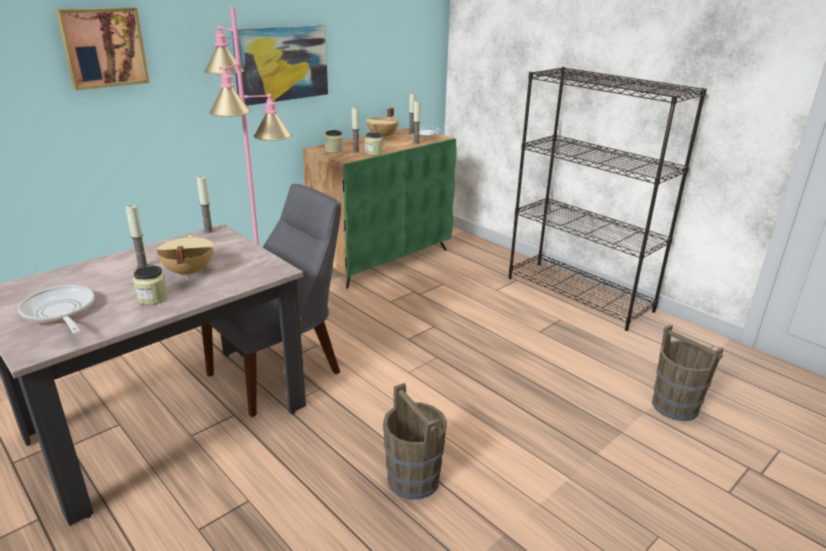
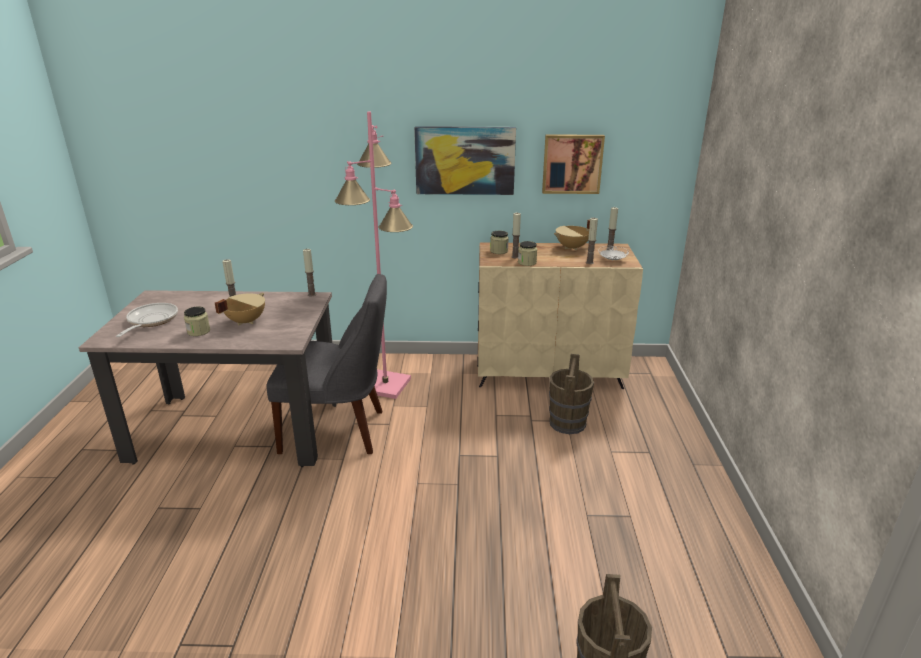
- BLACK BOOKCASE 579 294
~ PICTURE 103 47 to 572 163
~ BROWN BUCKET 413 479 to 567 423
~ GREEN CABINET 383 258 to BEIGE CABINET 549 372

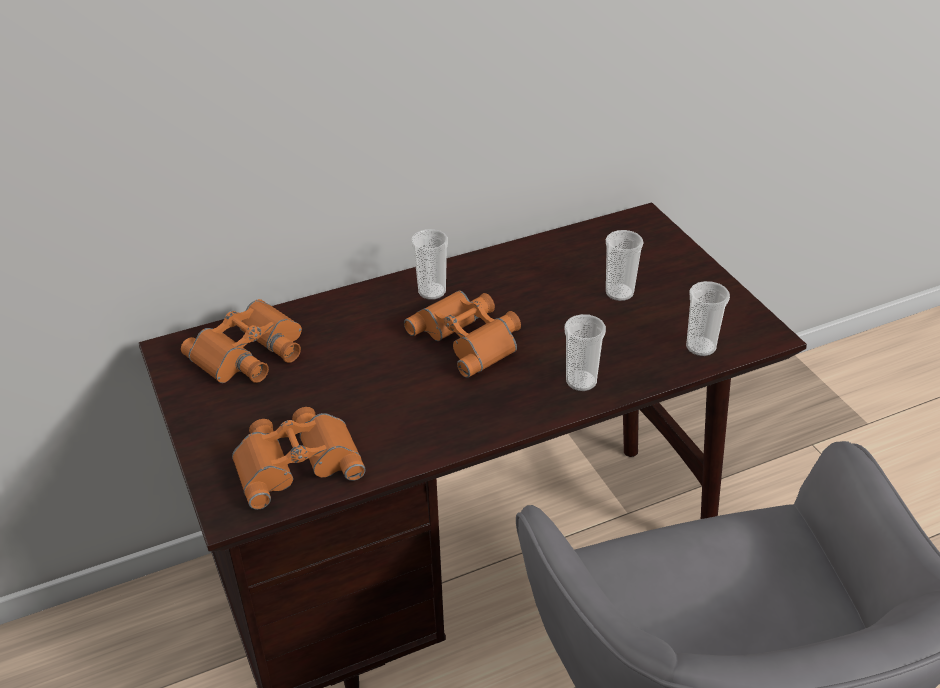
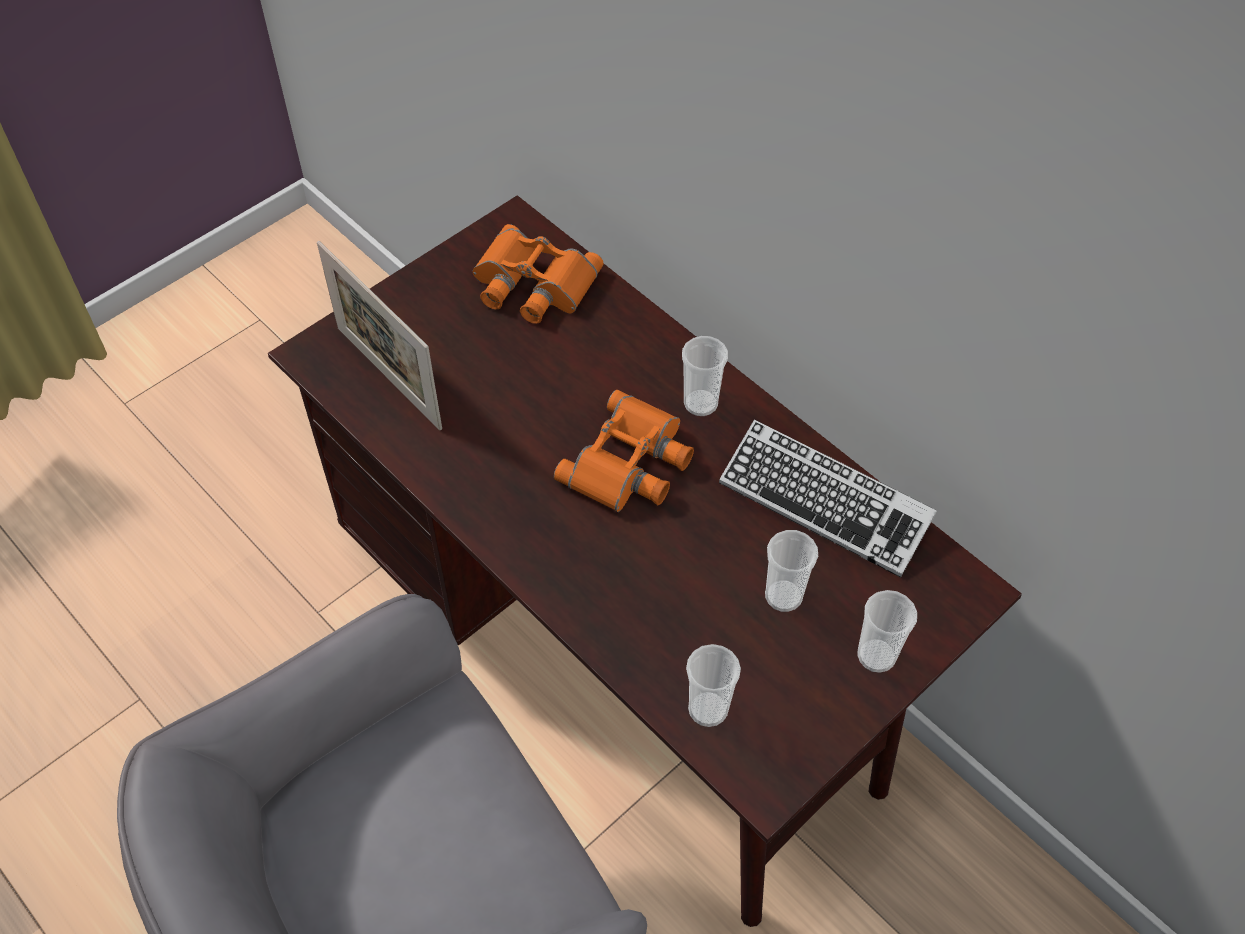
+ KEYBOARD 824 504
~ CUP 581 381 to 876 656
~ ORANGE BINOCULARS 296 461 to PICTURE FRAME 388 377

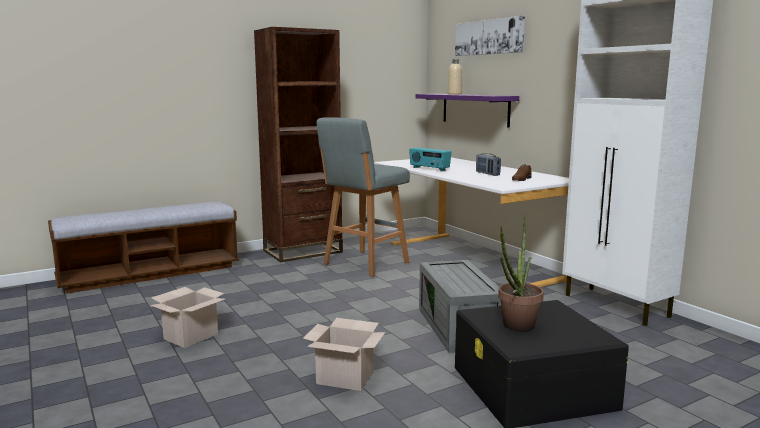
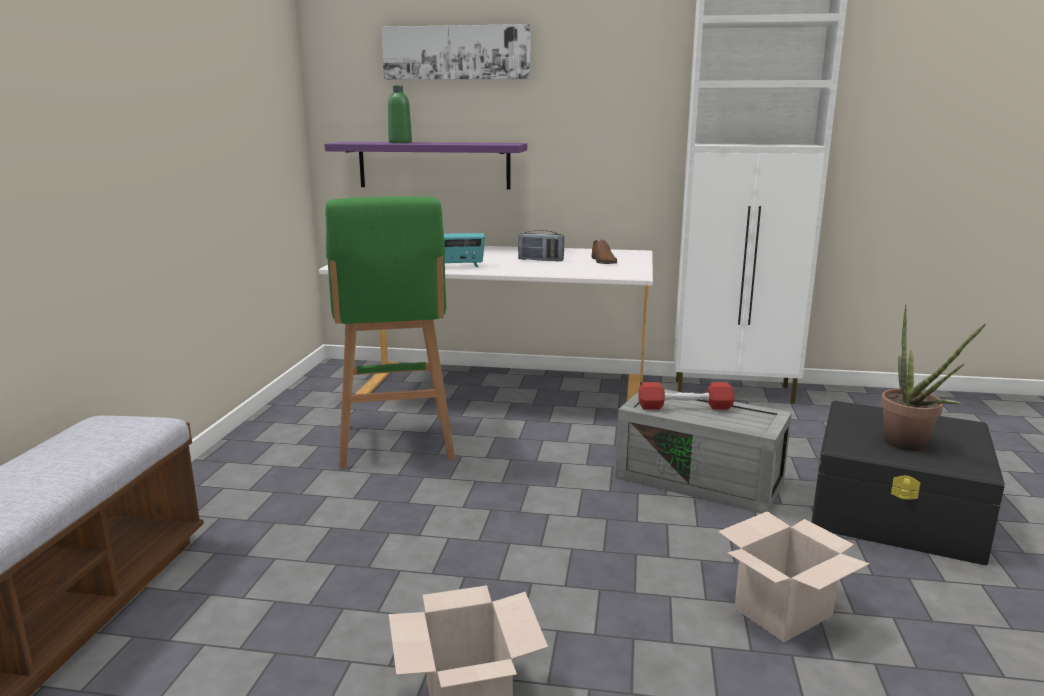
- BROWN BOOKCASE 303 251
+ RED DUMBBELL 685 407
~ GREY STOOL 364 264 to GREEN STOOL 396 444
~ BEIGE BOTTLE 454 94 to GREEN BOTTLE 400 142

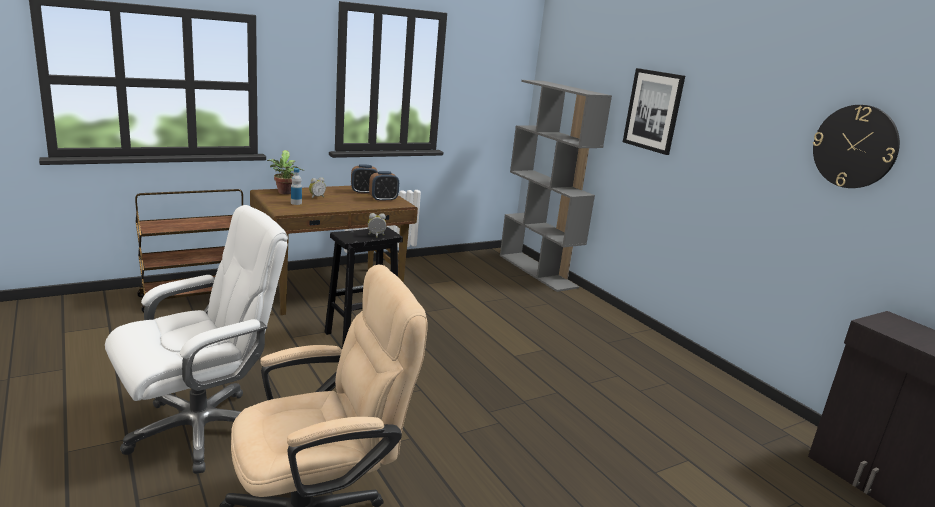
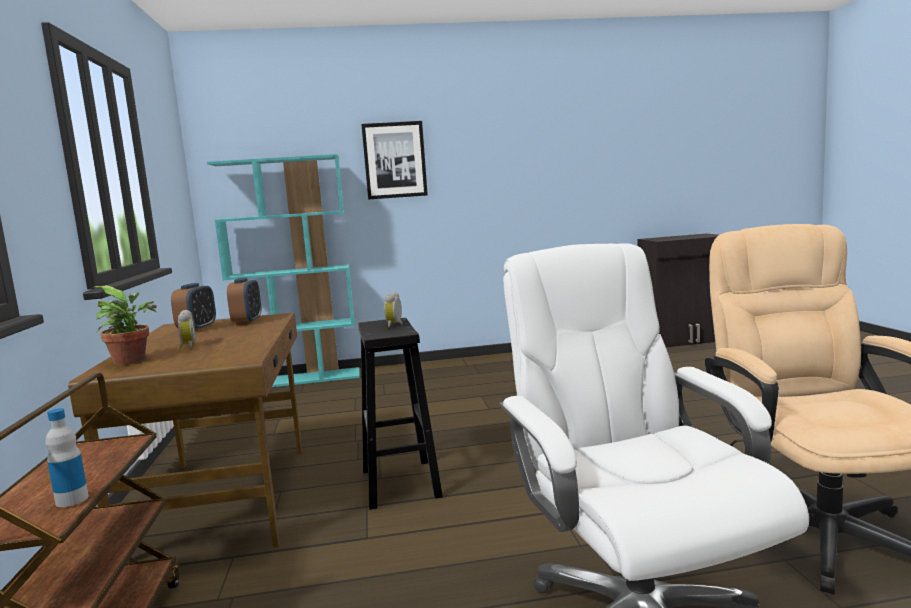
- WALL CLOCK 855 146
~ BOTTLE 296 203 to 72 500
~ GREY BOOKCASE 538 271 to TURQUOISE BOOKCASE 301 379

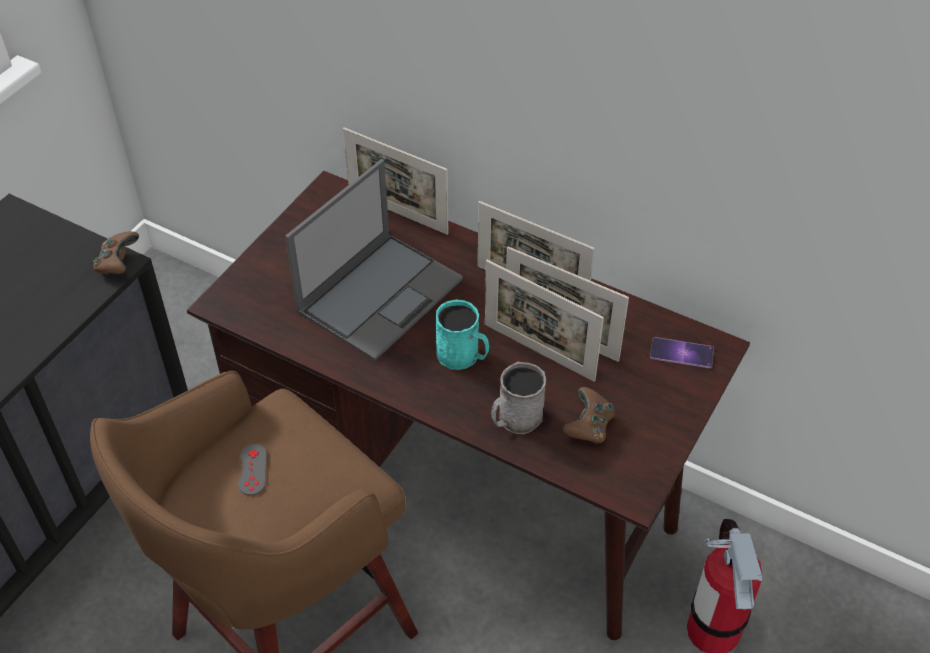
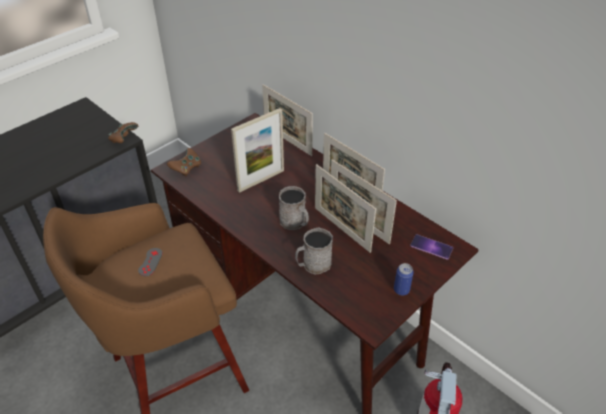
+ CAN 401 290
~ BROWN GAME CONTROLLER 588 427 to 186 168
~ LAPTOP 381 294 to PICTURE FRAME 261 180
~ TURQUOISE MUG 463 356 to GREY MUG 295 223

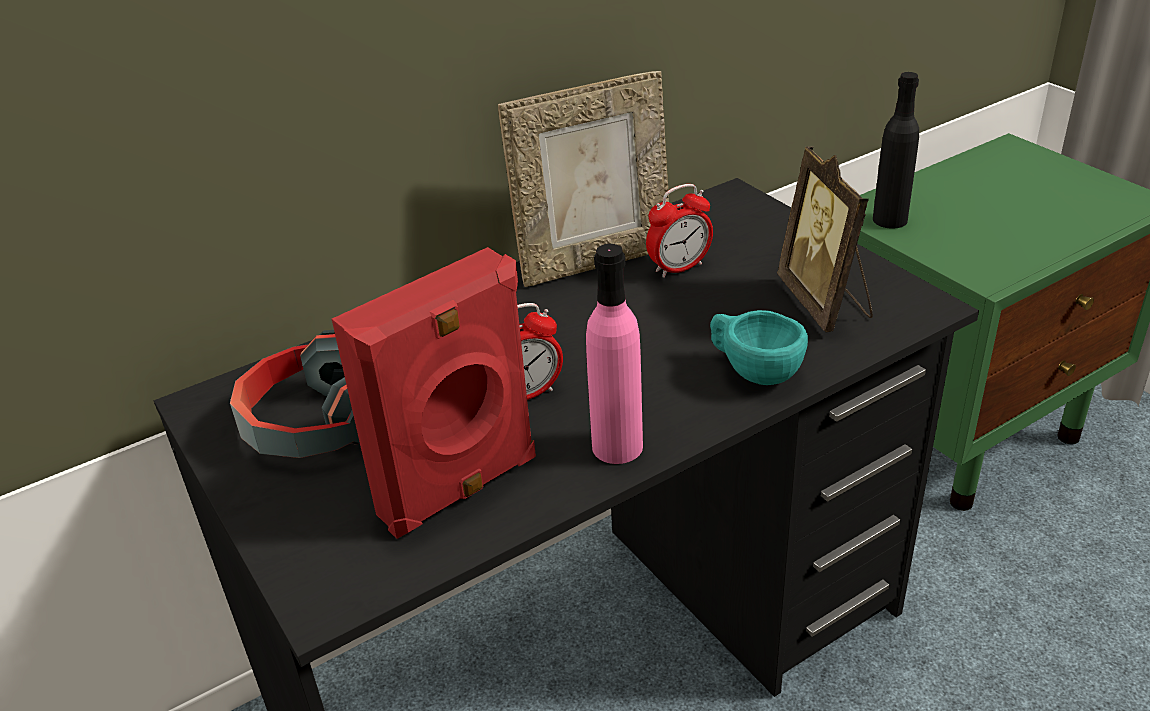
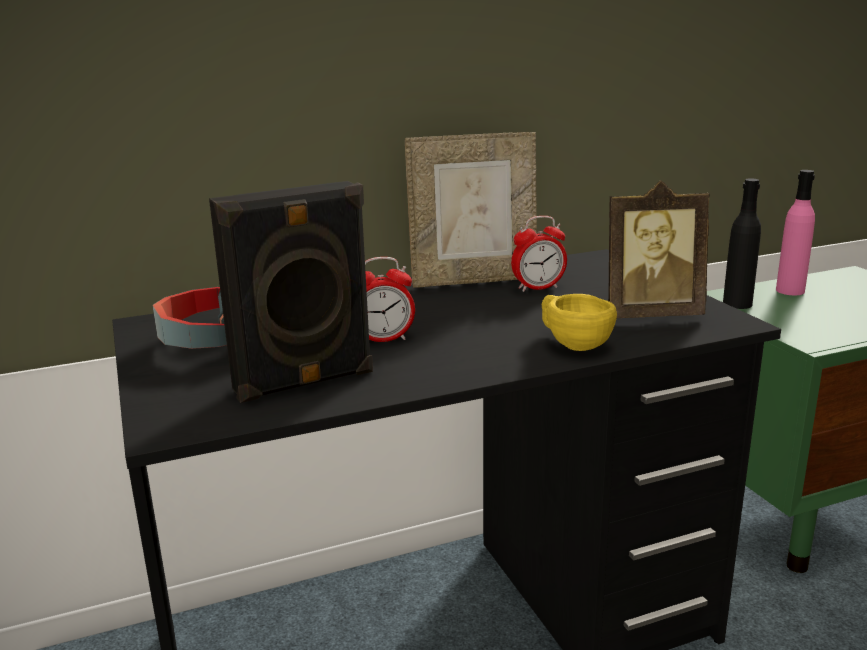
~ PINK BOTTLE 617 447 to 790 291
~ RED SPEAKER 461 489 to BLACK SPEAKER 305 382
~ TURQUOISE CUP 753 370 to YELLOW CUP 572 343
~ PICTURE FRAME 825 303 = 649 314 90 degrees counterclockwise

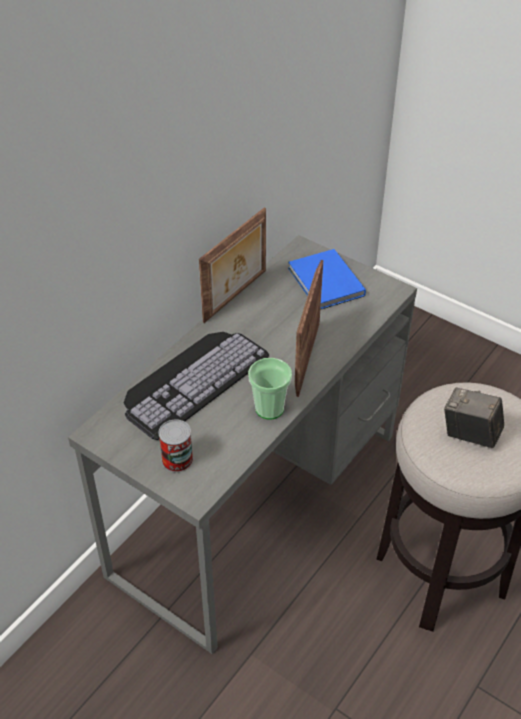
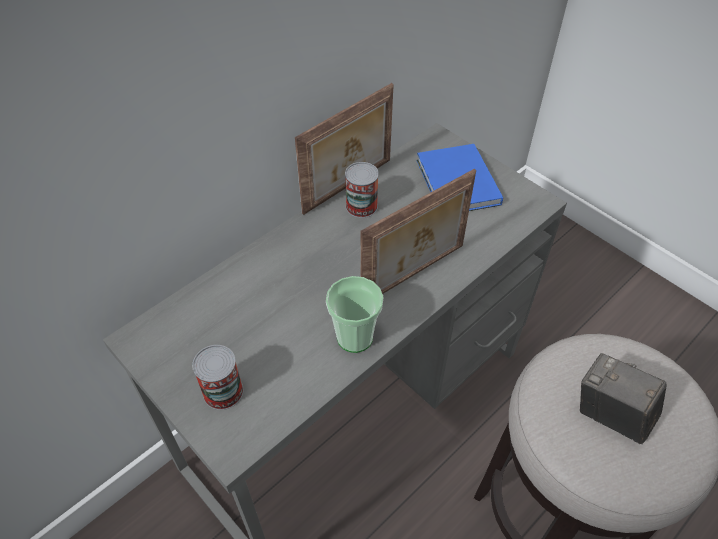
- KEYBOARD 192 379
+ CAN 361 206
~ PICTURE FRAME 306 358 = 414 275 150 degrees counterclockwise

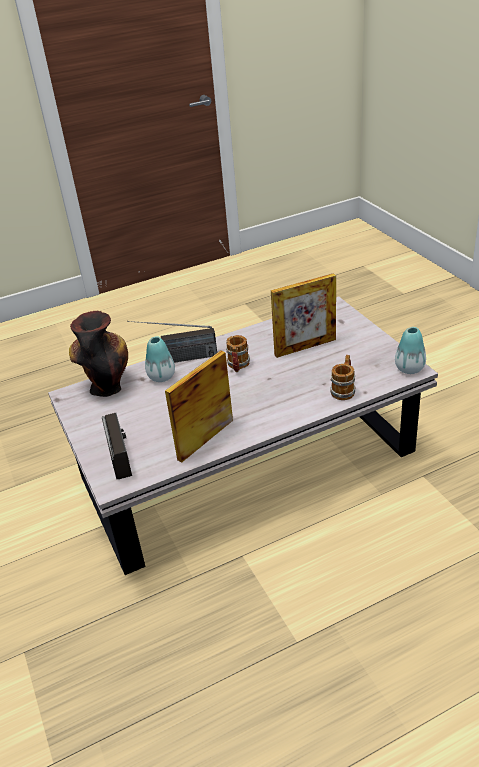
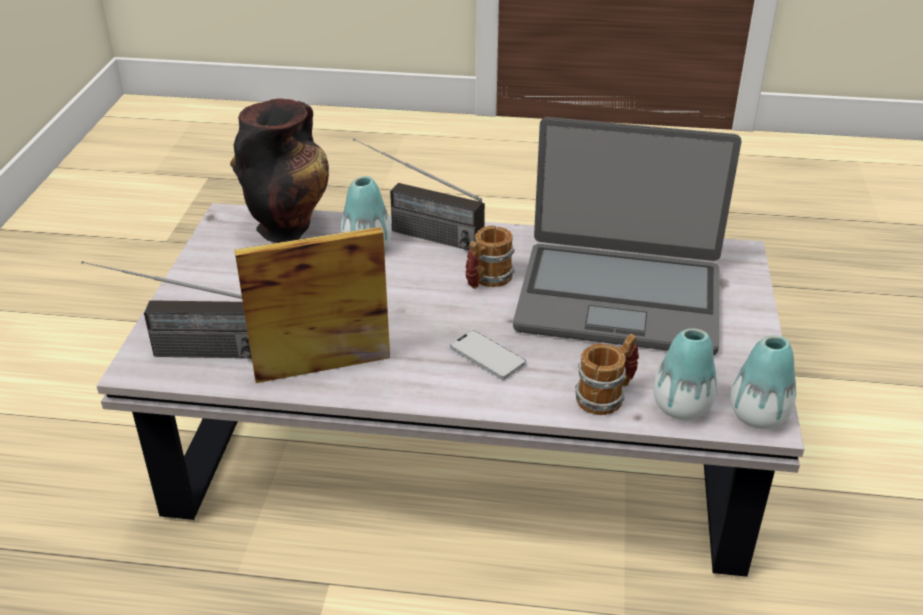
+ PHONE 487 356
+ VASE 681 407
~ PICTURE FRAME 305 347 to LAPTOP 619 298
~ RADIO 124 468 = 180 351 75 degrees clockwise

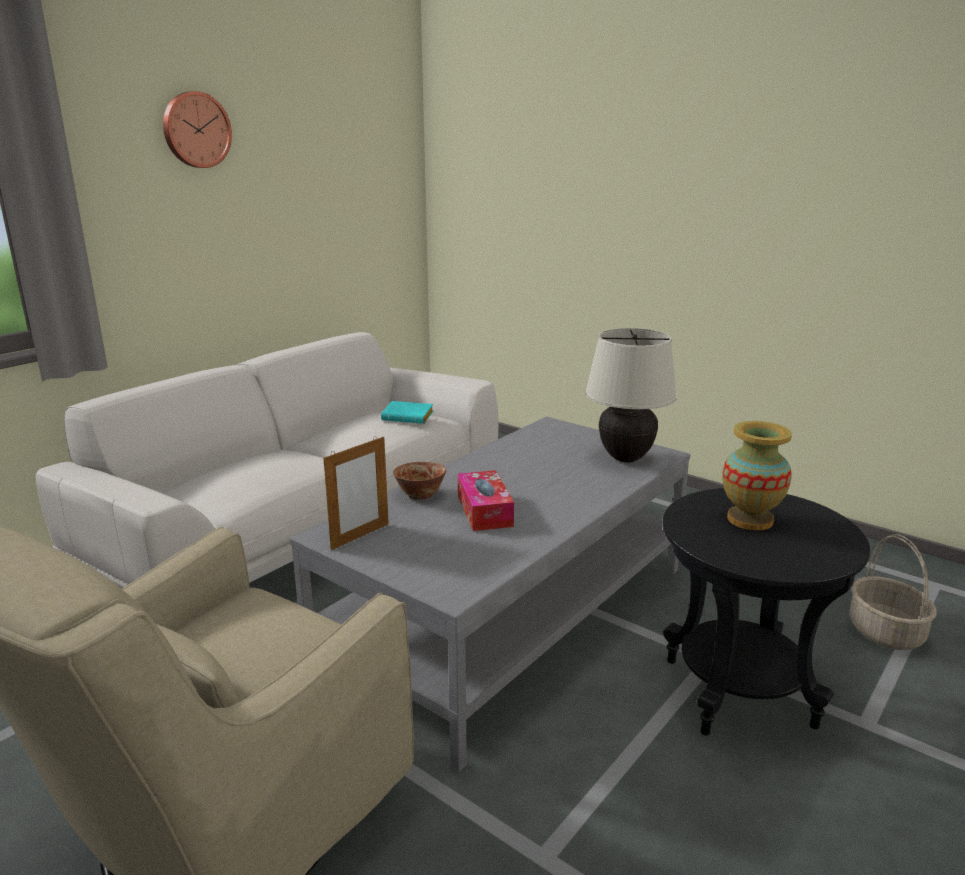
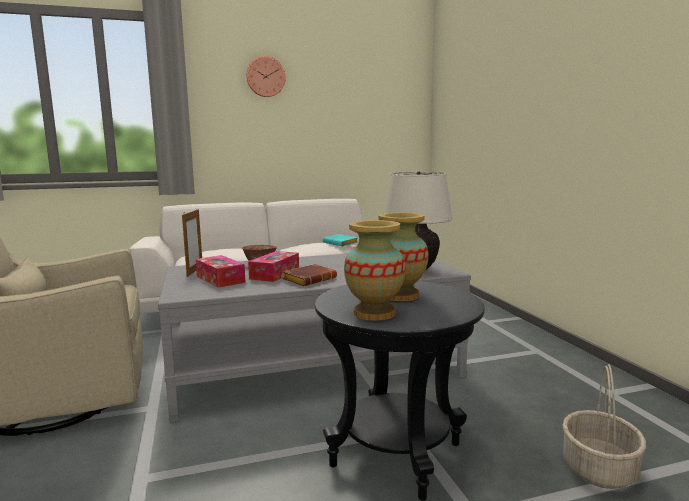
+ TISSUE BOX 220 279
+ BROWN BOOK 310 279
+ VASE 374 313
~ PICTURE FRAME 360 536 = 195 271 75 degrees counterclockwise

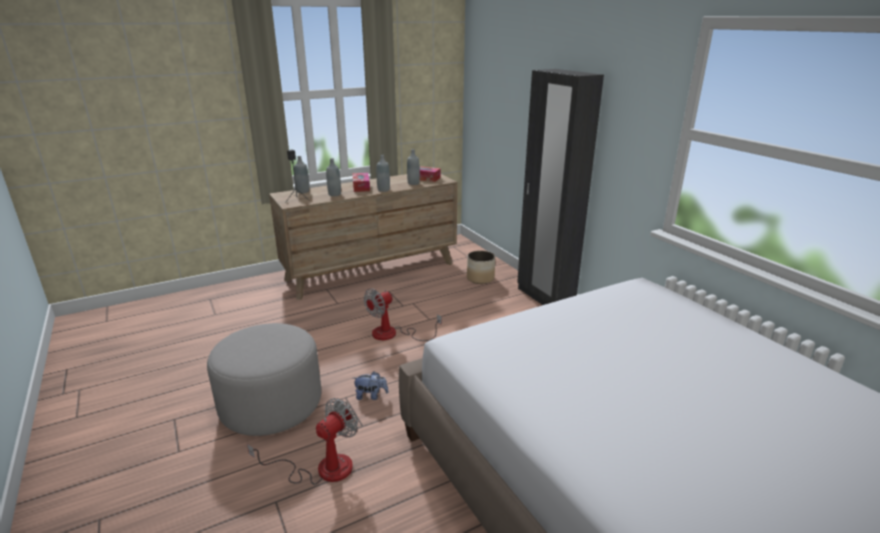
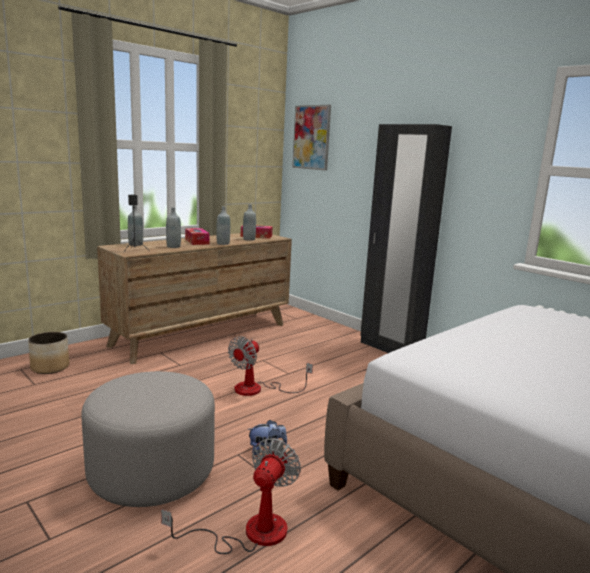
+ PICTURE 311 137
~ PLANTER 480 278 to 50 367

